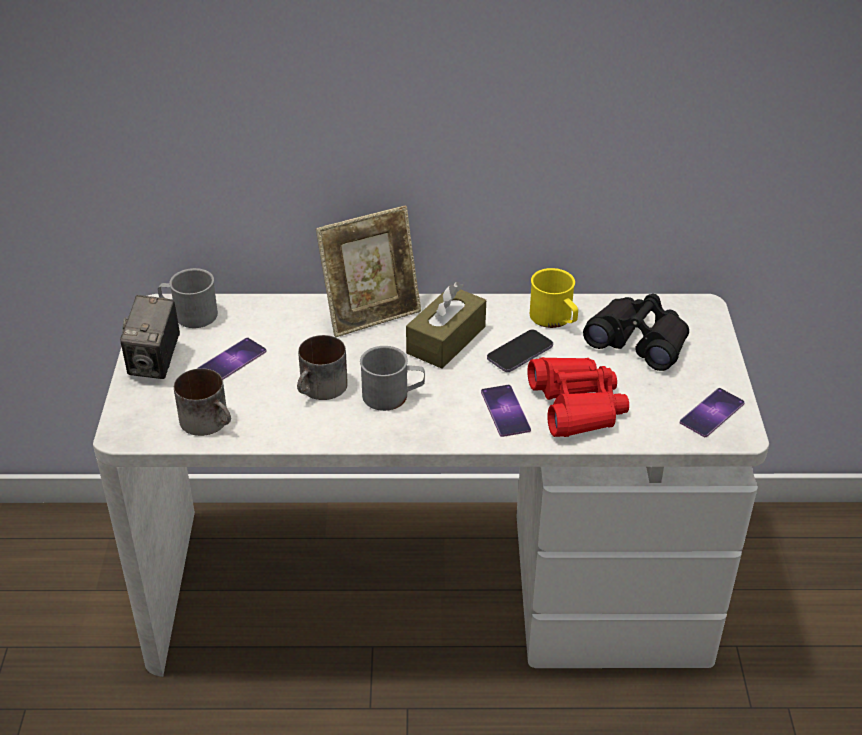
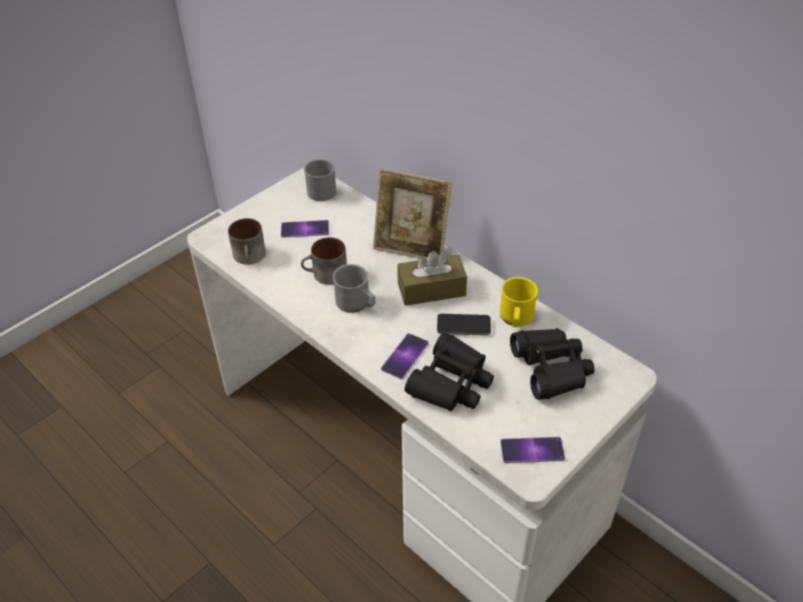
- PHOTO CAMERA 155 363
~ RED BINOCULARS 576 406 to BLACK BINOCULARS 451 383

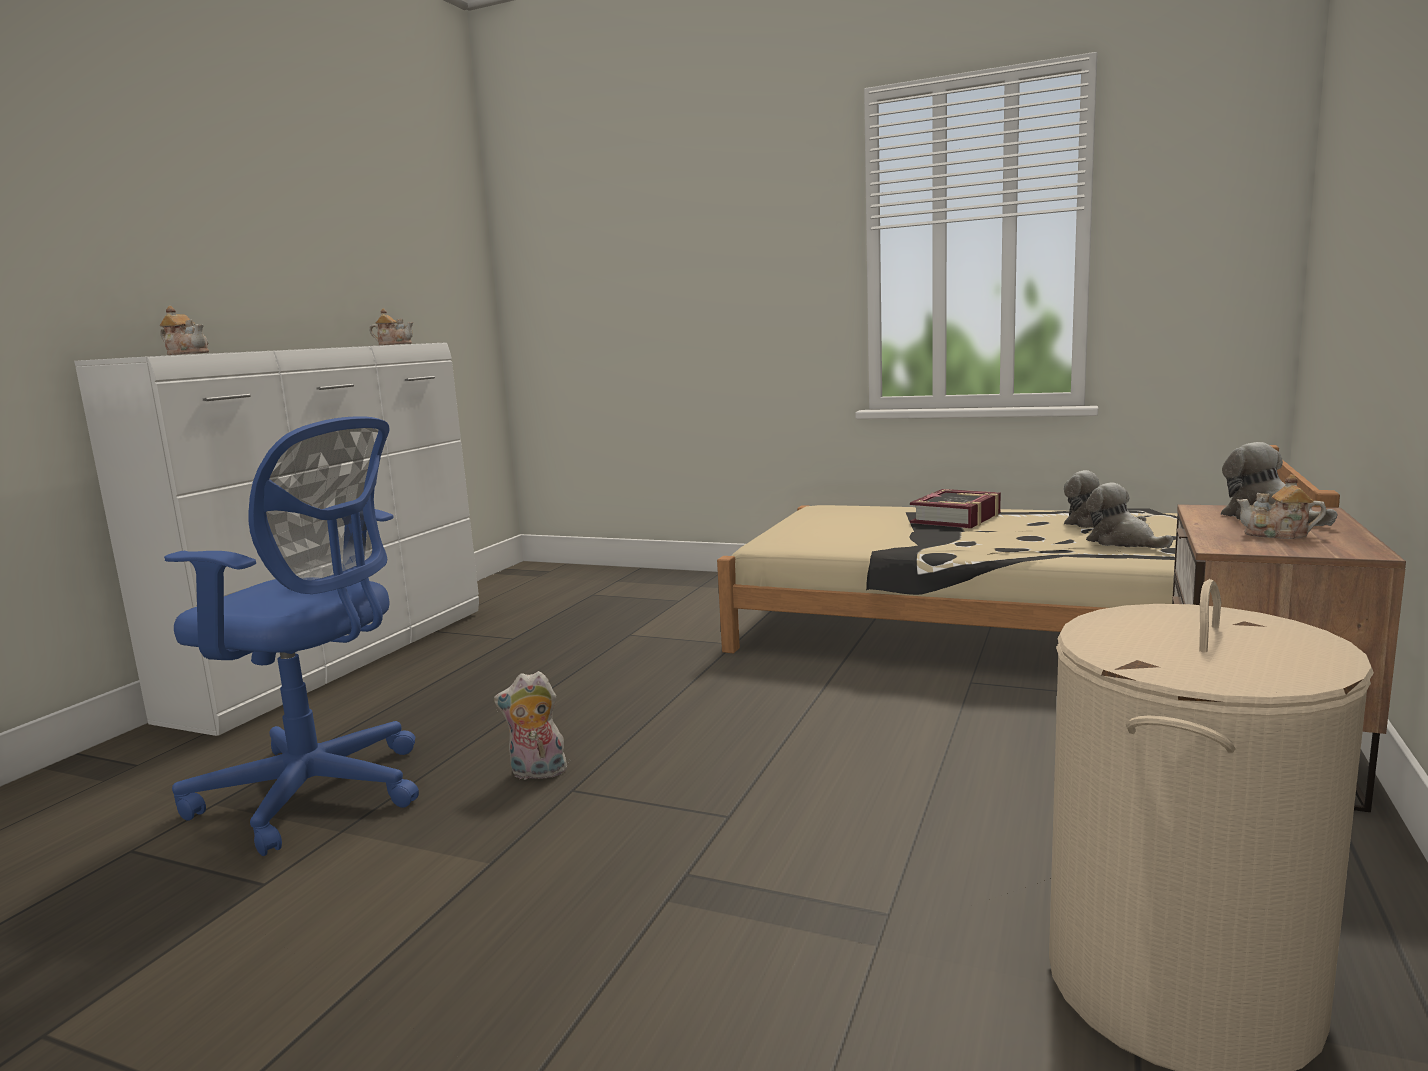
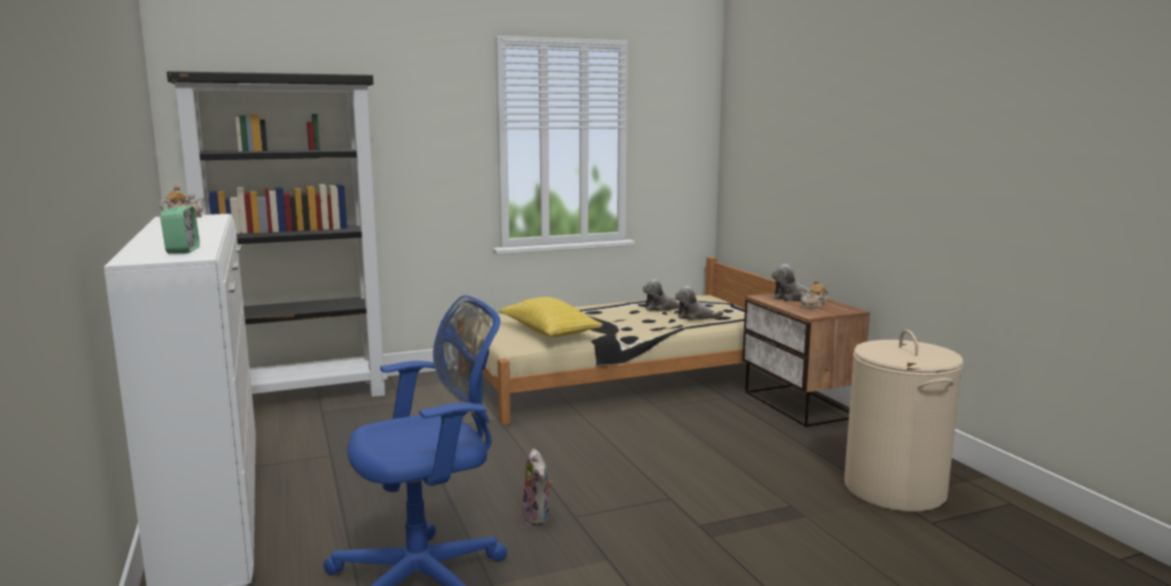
- BOOK 956 518
+ BLACK BOOKCASE 301 396
+ YELLOW PILLOW 549 333
~ TEAPOT 188 354 to ALARM CLOCK 182 250
~ PLUSH TOY 537 773 = 538 517 60 degrees counterclockwise

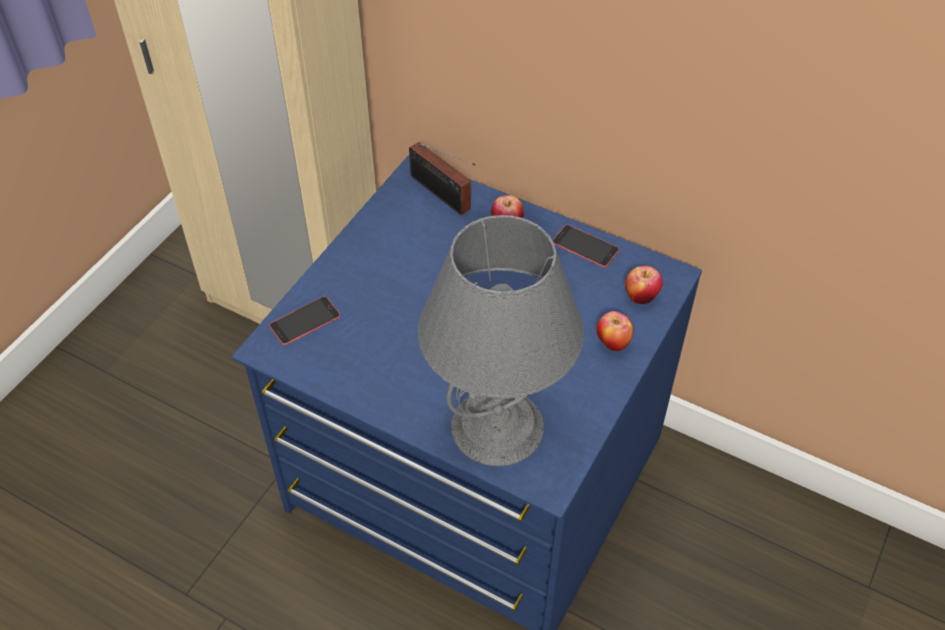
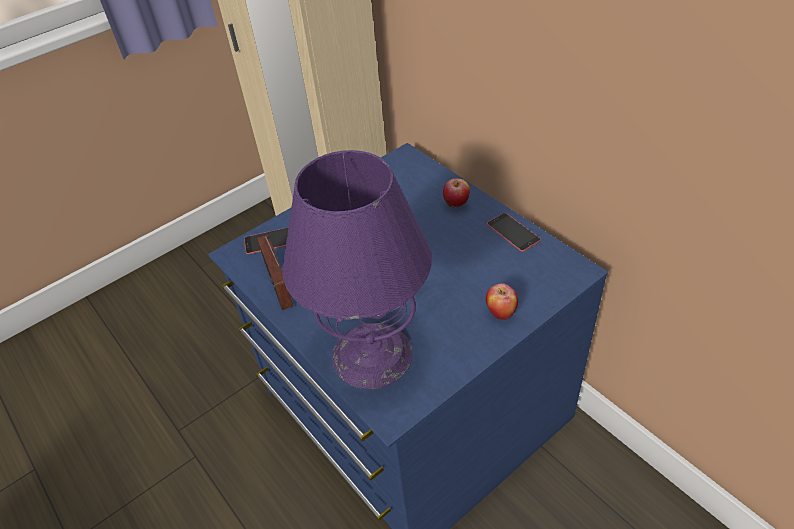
- APPLE 641 296
~ RADIO 442 195 to 278 287
~ GREY TABLE LAMP 497 425 to PURPLE TABLE LAMP 372 354

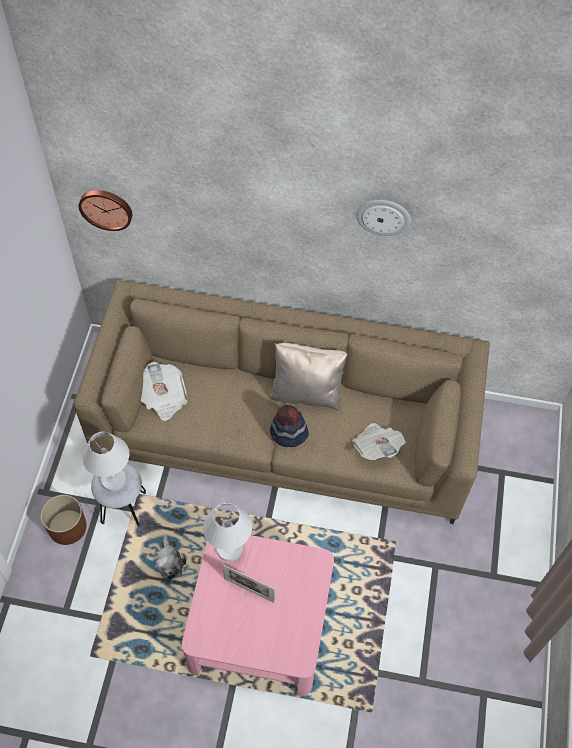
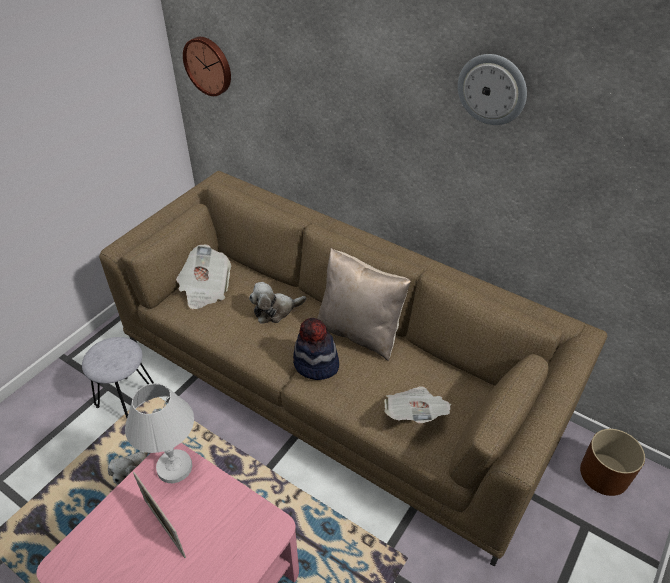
- WHITE TABLE LAMP 113 479
+ PLUSH TOY 275 310
~ BROWN PLANTER 68 527 to 604 474

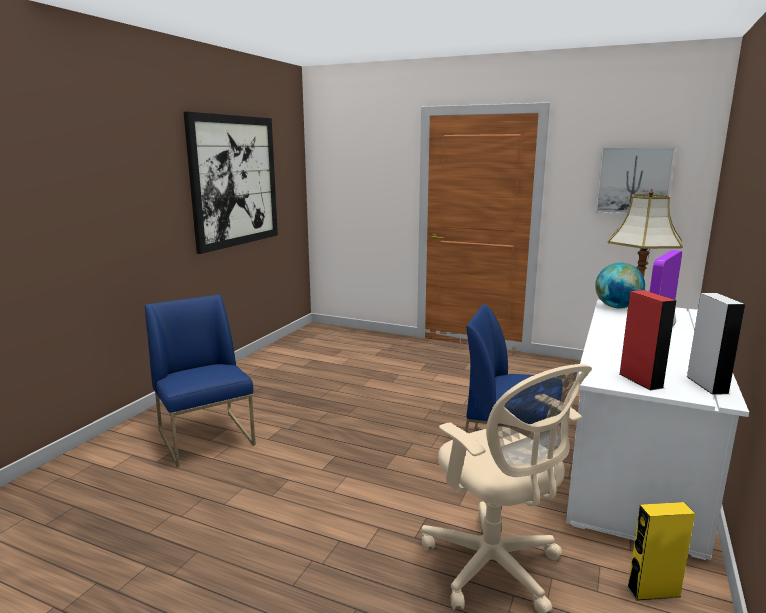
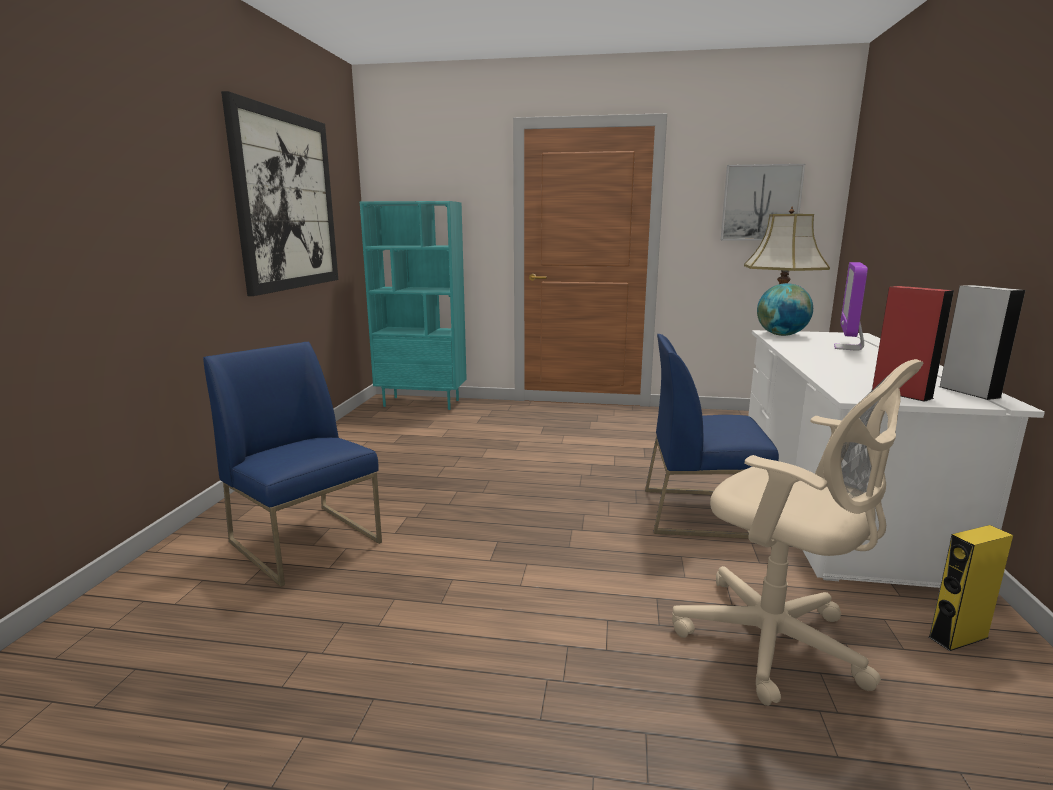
+ TURQUOISE BOOKCASE 422 403

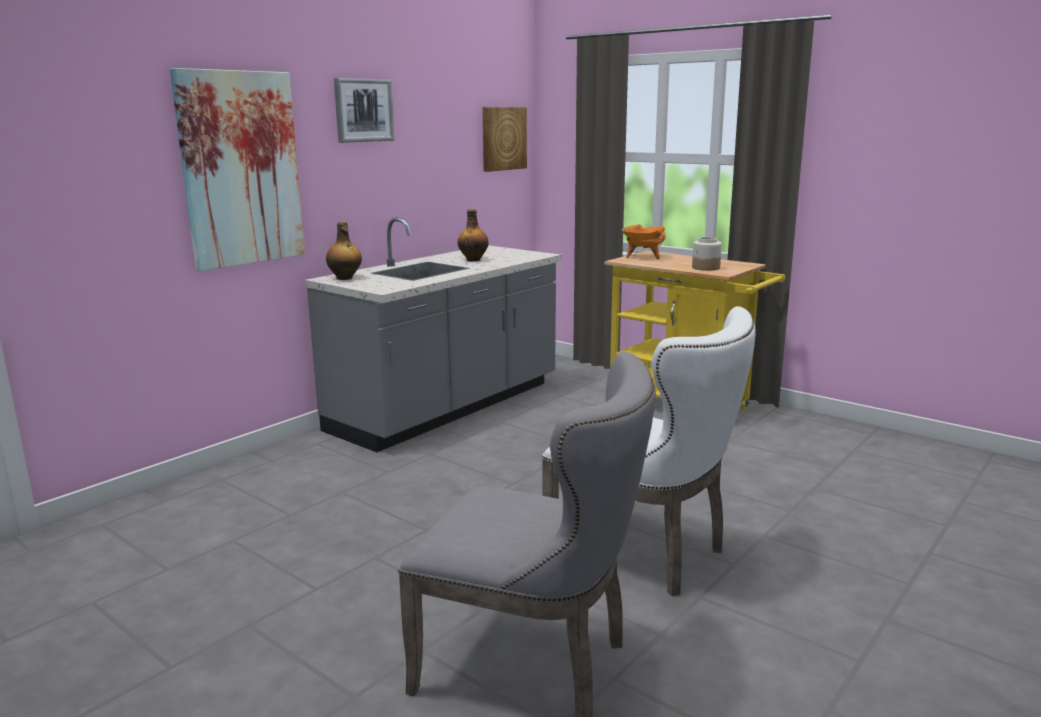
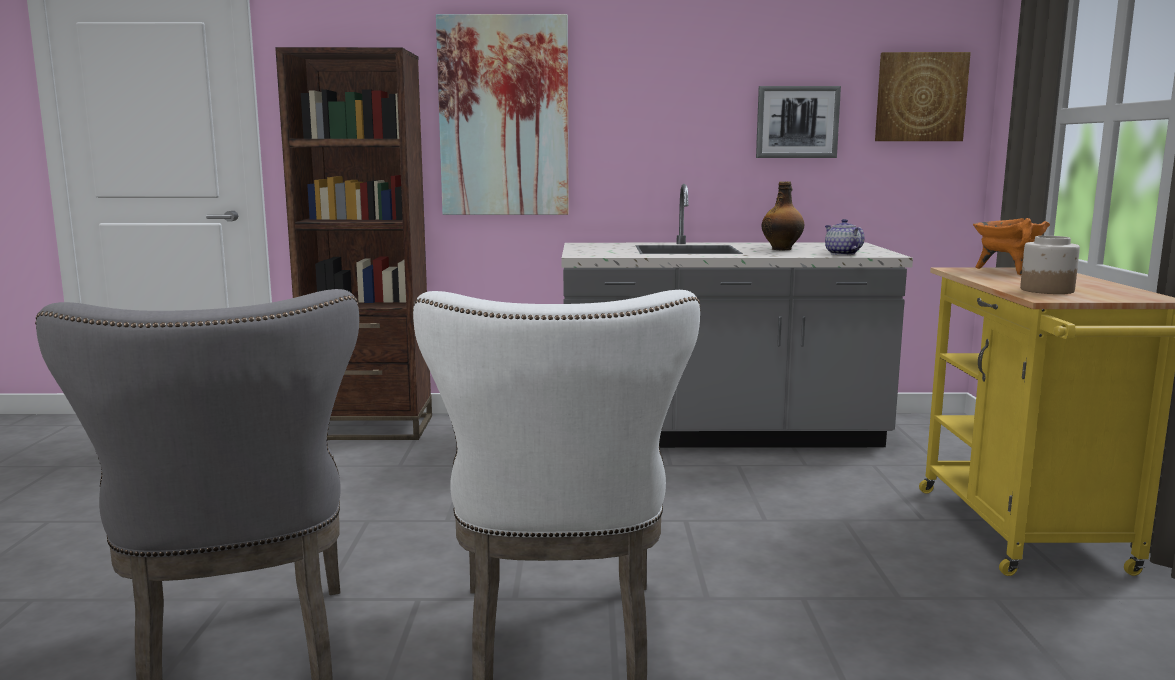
- BOTTLE 345 278
+ BROWN BOOKCASE 369 428
+ TEAPOT 841 254
~ PICTURE 363 110 to 797 122

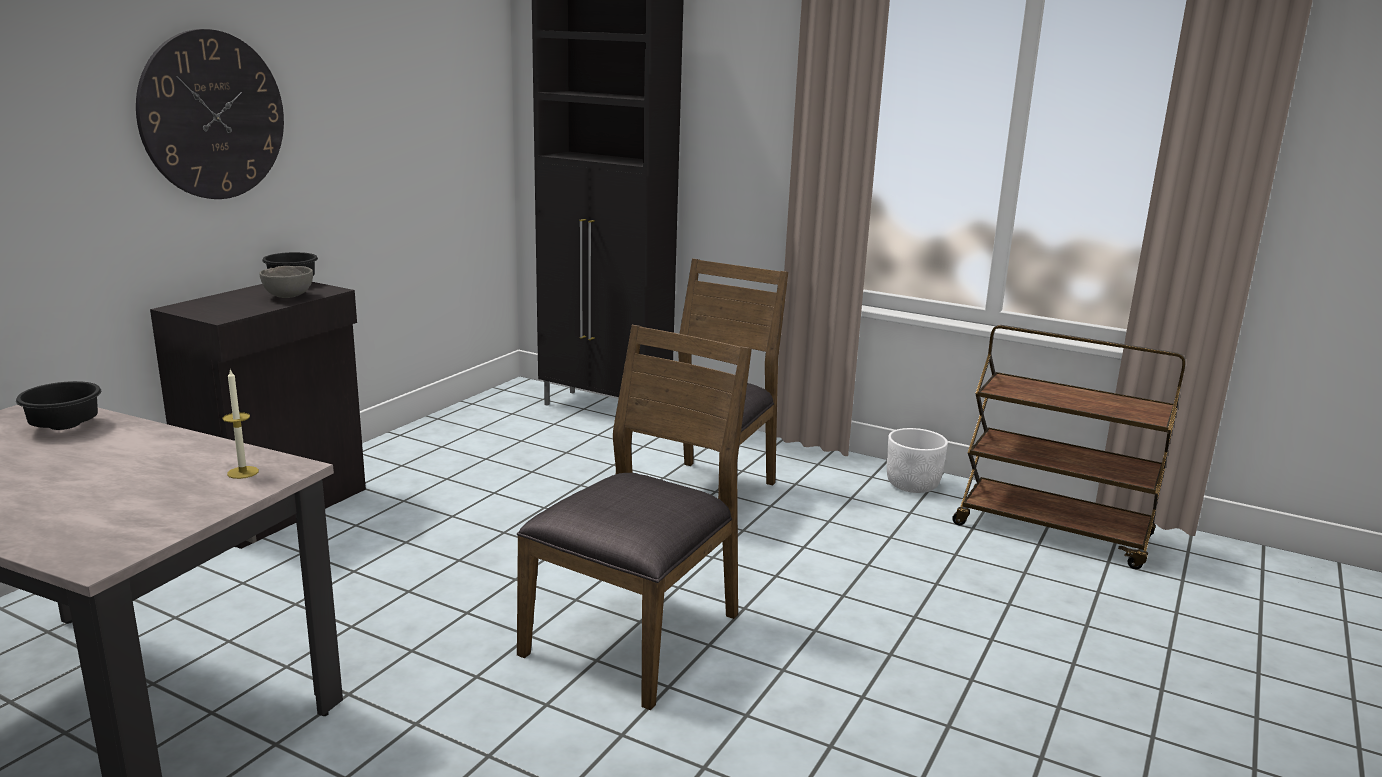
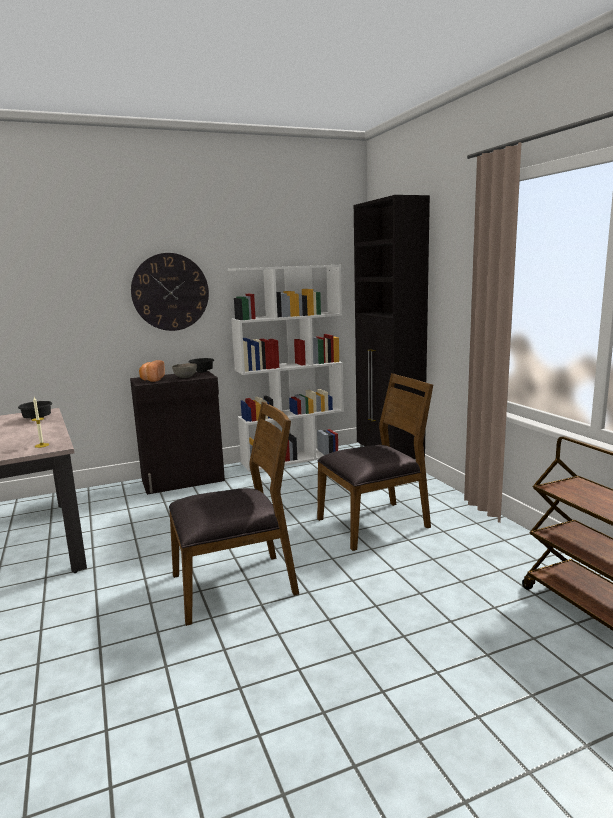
- WHITE PLANTER 913 485
+ BREAD 152 379
+ WHITE BOOKCASE 293 458

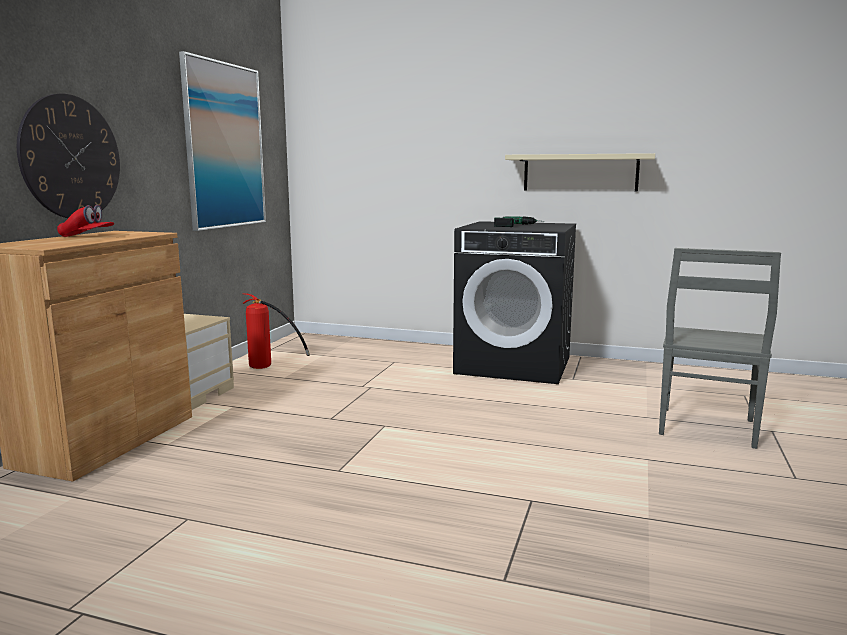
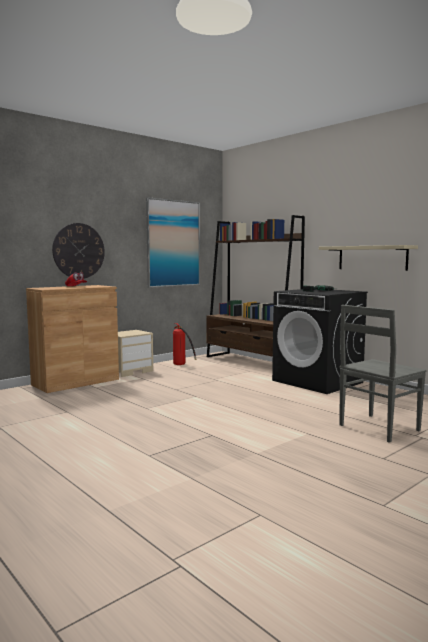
+ BROWN BOOKCASE 251 362

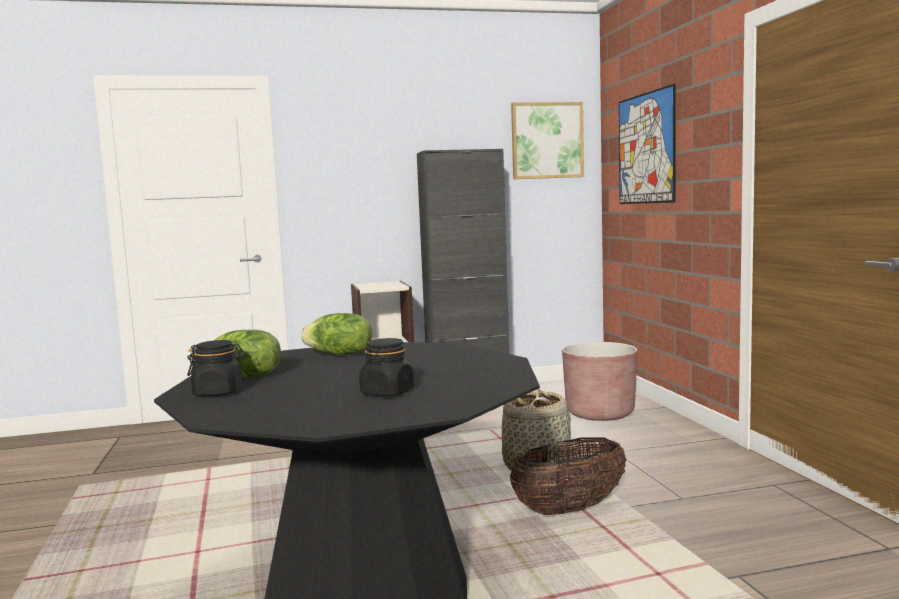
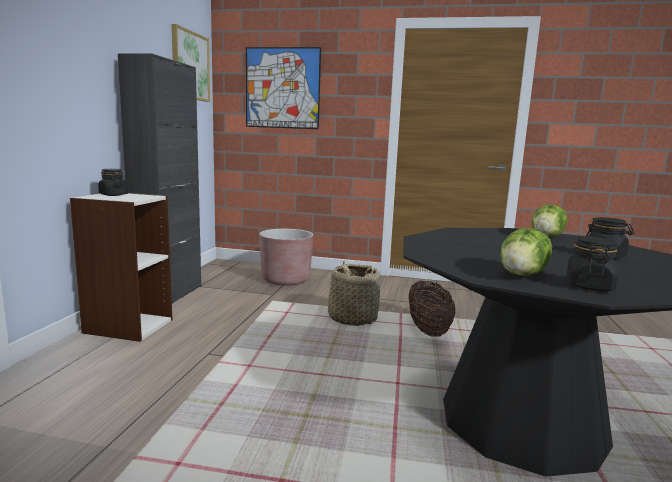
+ BLACK JAR 113 195
~ LETTUCE 339 354 to 547 237

